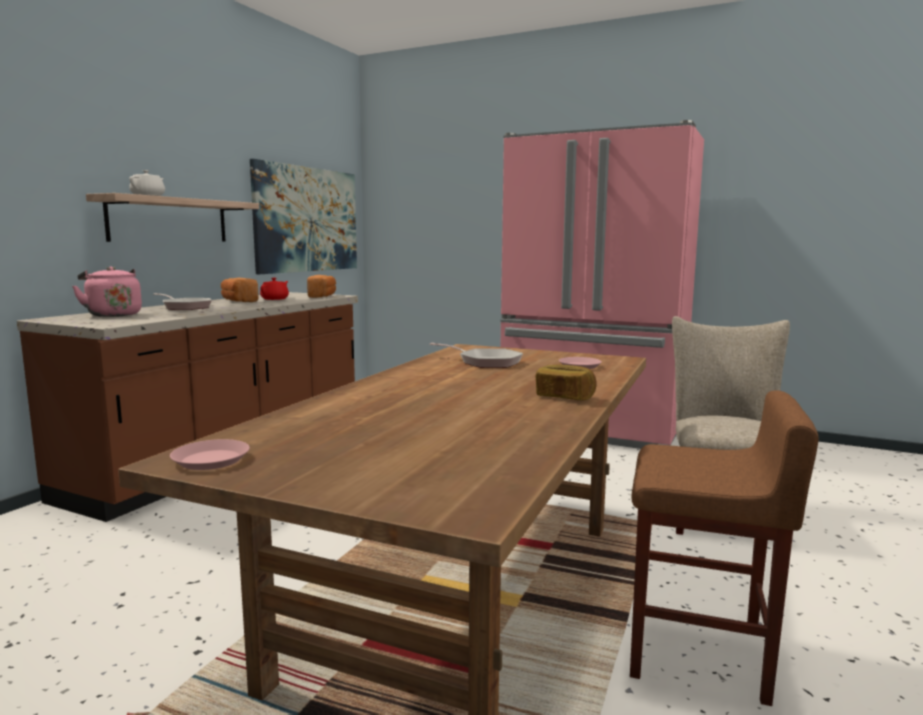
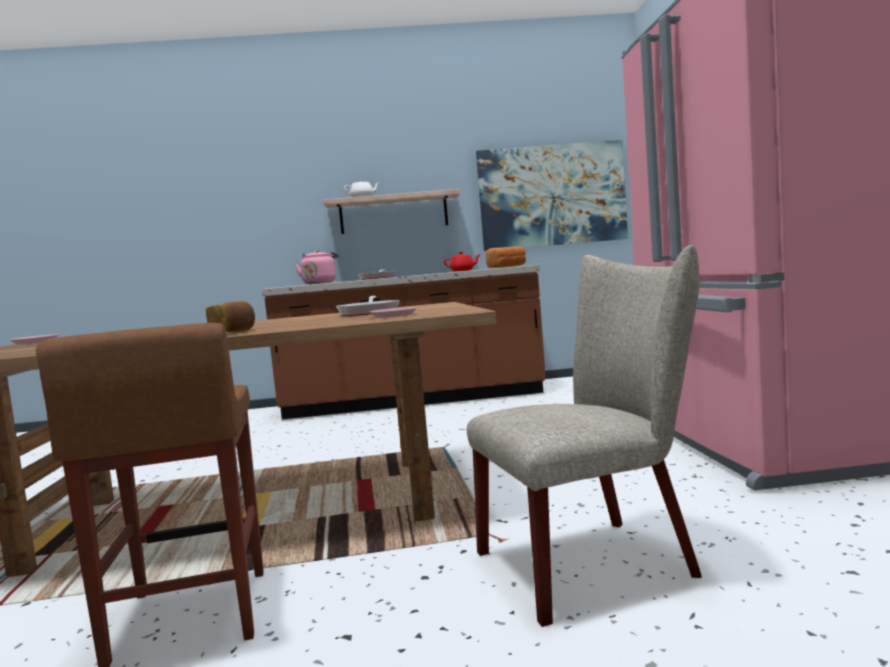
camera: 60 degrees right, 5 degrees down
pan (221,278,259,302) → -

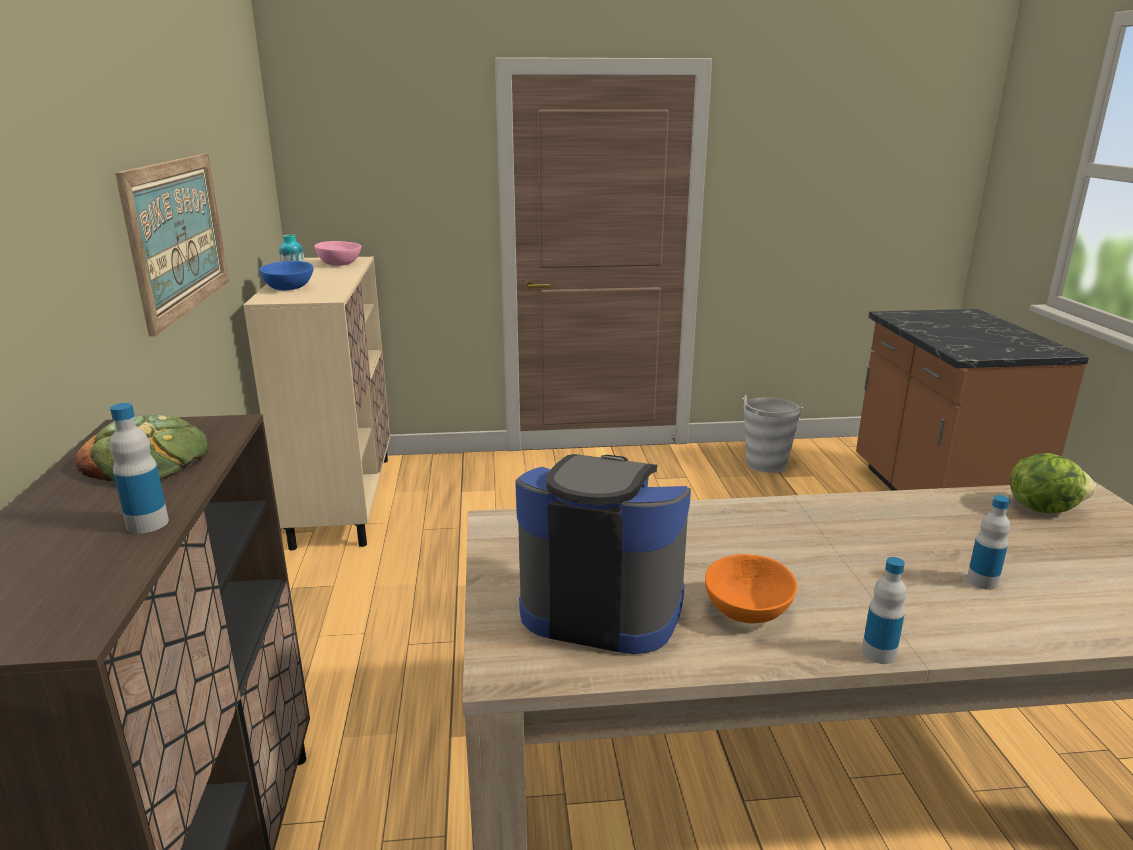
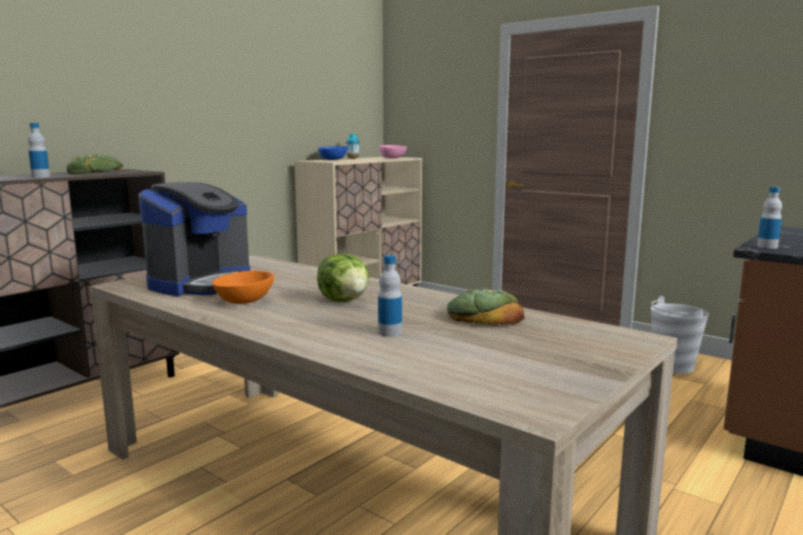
camera: 45 degrees right, 10 degrees down
cuadro (115,154,229,337) → -
lechuga (1010,453,1096,513) → lechuga (317,254,369,302), moved
cafetera (515,454,691,654) → cafetera (138,182,250,297), 60 degrees clockwise
botella (862,557,907,664) → botella (757,187,782,249), moved
- → pan (447,289,525,325)

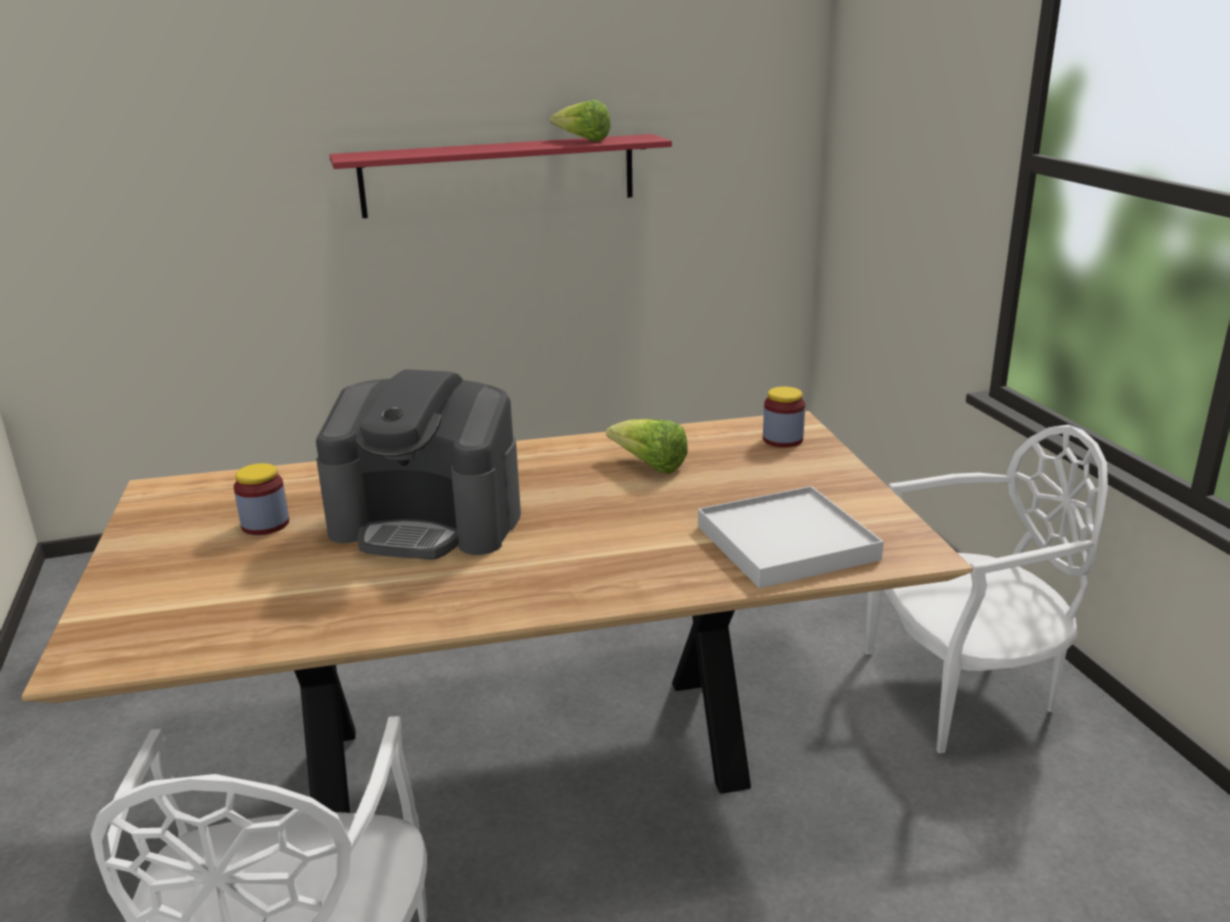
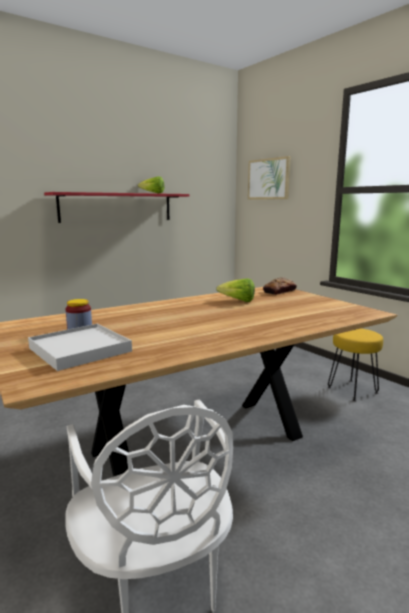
camera: 20 degrees left, 10 degrees down
cafetera (316,369,521,560) → -
tarro (763,387,805,448) → pan (263,277,297,295)
silla/blanco (865,425,1108,753) → taburete/amarillo (328,328,383,401)
bandeja/blanco (698,486,884,589) → bandeja/blanco (28,324,132,371), moved
- → cuadro (248,156,291,200)

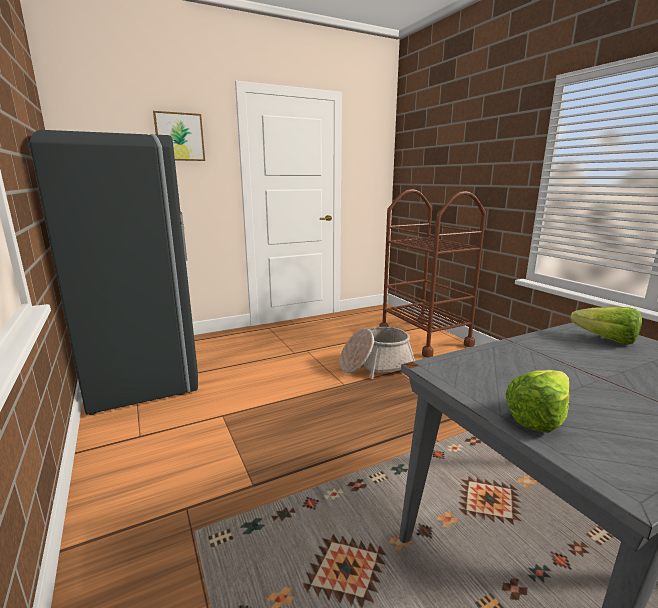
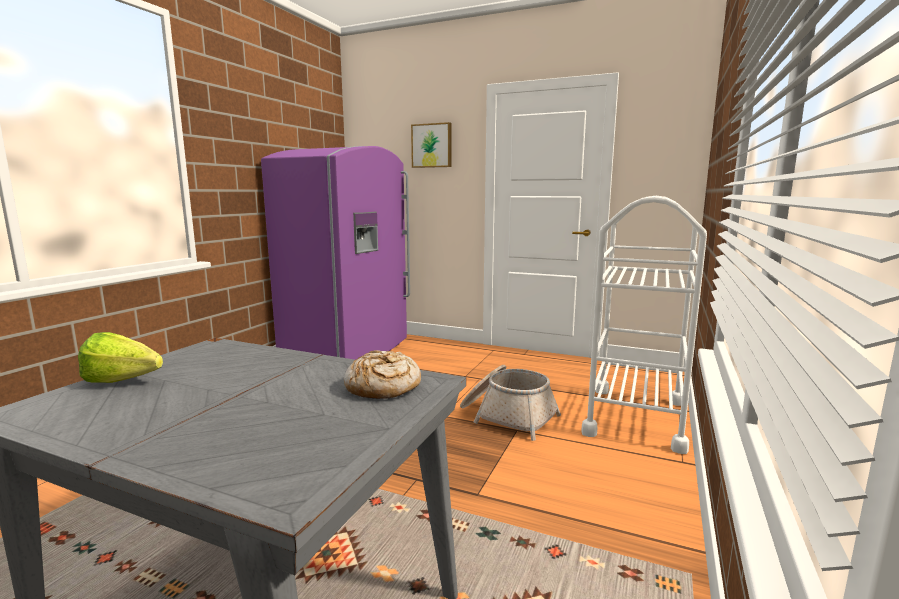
camera: 50 degrees right, 5 degrees down
nevera/gris (29,130,198,415) → nevera/morado (261,146,410,360)
carrito/marrón (379,189,486,358) → carrito/blanco (581,196,707,454)
lechuga (570,307,642,345) → pan (344,350,421,399)

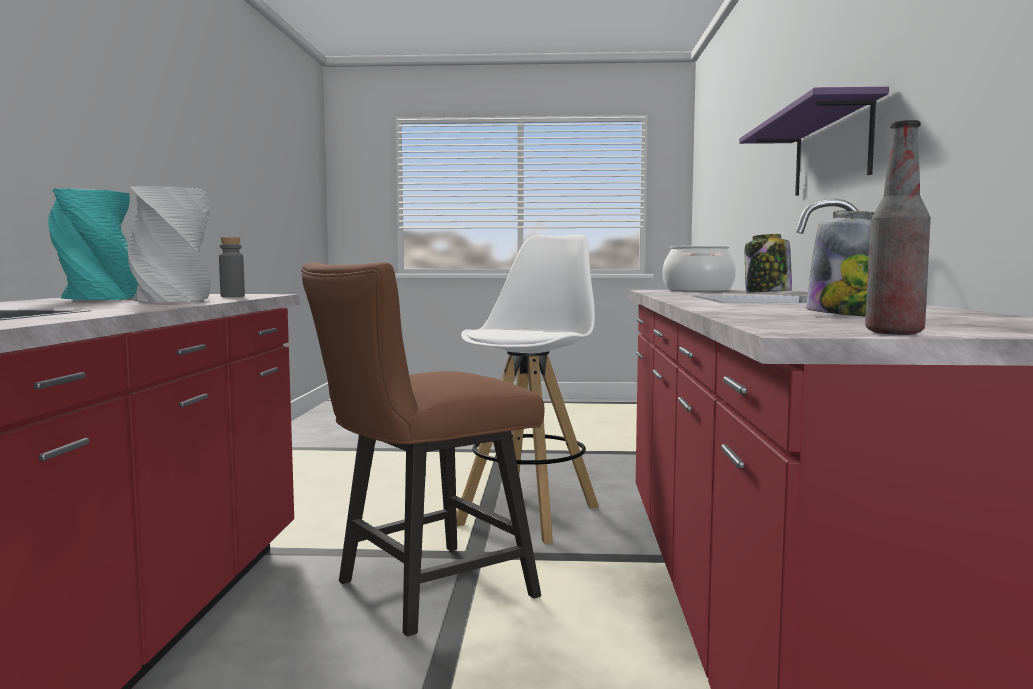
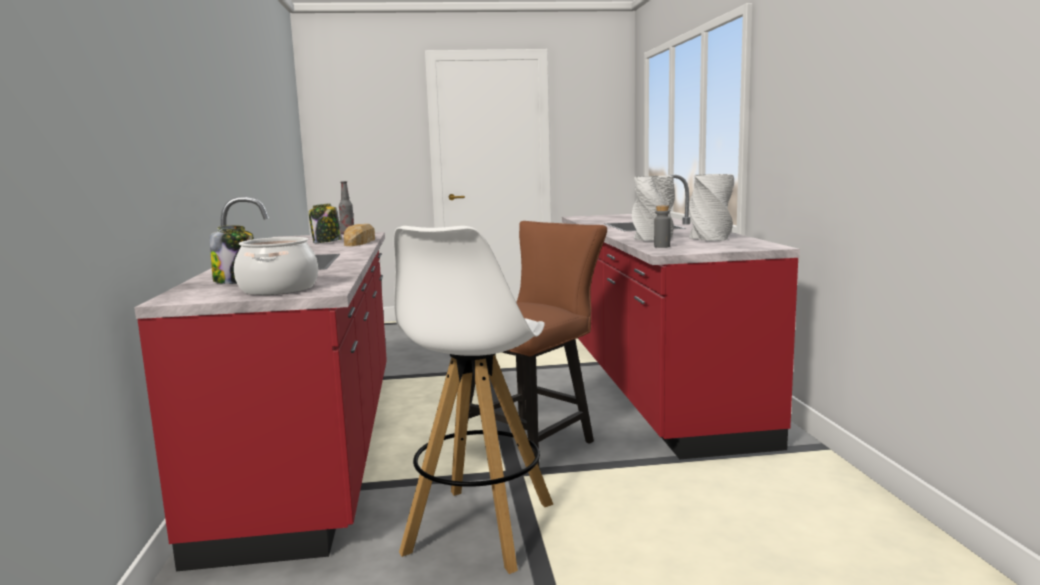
camera: 170 degrees right, 5 degrees up
estante/morado (739,87,889,196) → -
florero/turquesa (48,188,138,300) → florero/gris (689,174,734,241)
- → pan (344,224,375,246)

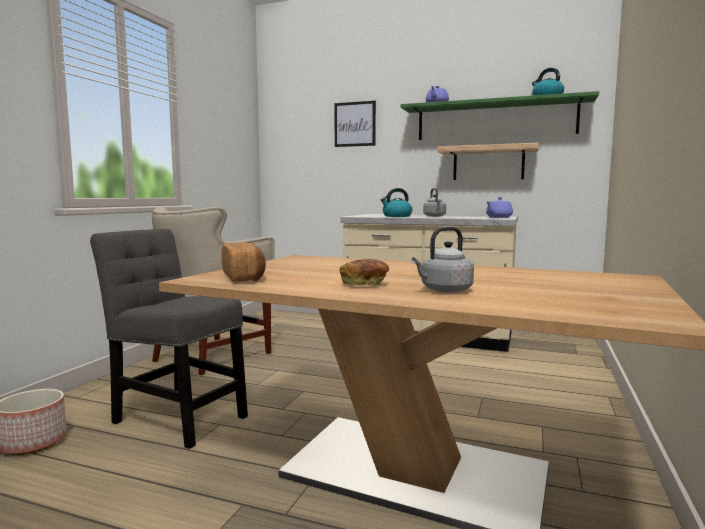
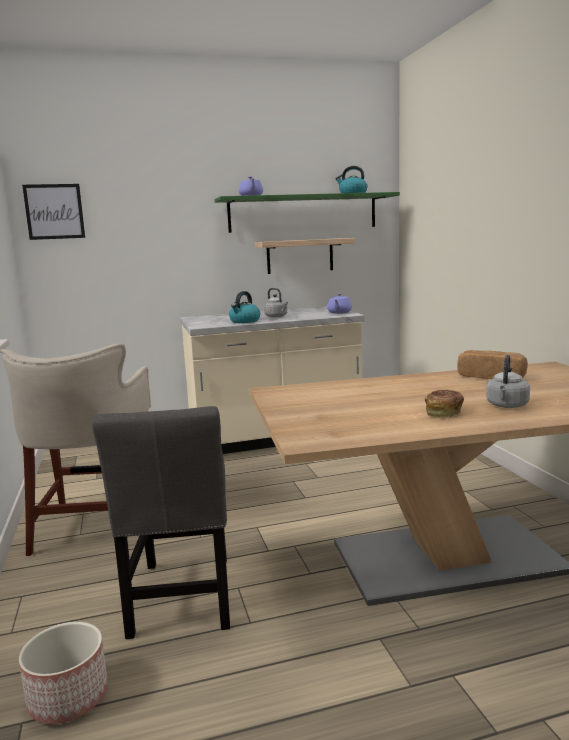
camera: 35 degrees left, 5 degrees up
cuadro (335,101,376,147) → cuadro (22,184,85,240), moved
silla/gris (90,229,248,449) → silla/gris (92,406,230,639), 90 degrees counterclockwise
pan (222,242,266,282) → pan (457,350,528,379), moved

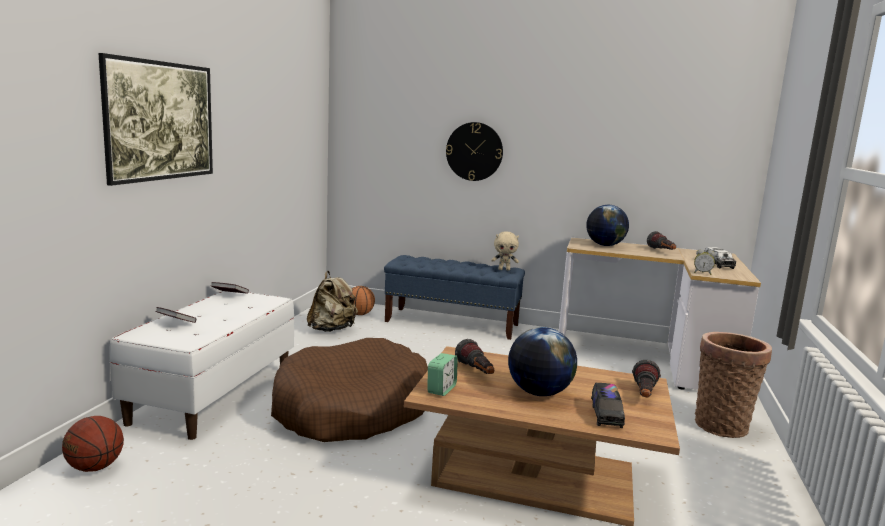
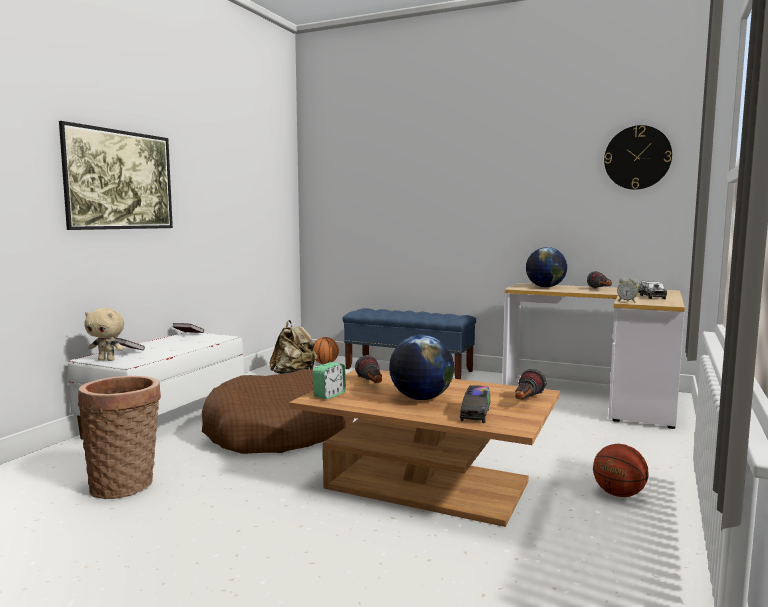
camera: 10 degrees right, 5 degrees down
reloj de pared (446,122,503,181) → reloj de pared (604,125,672,190), moved
peluche/beis (491,232,519,271) → peluche/beis (84,308,124,361), moved
cesta (695,332,772,438) → cesta (78,376,161,499), moved
balón de baloncesto (62,416,124,472) → balón de baloncesto (593,444,648,497), moved

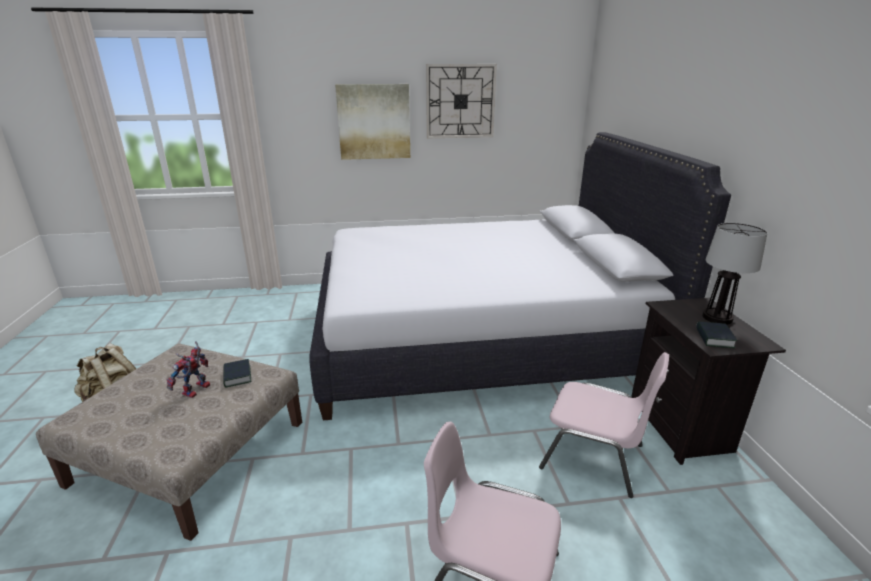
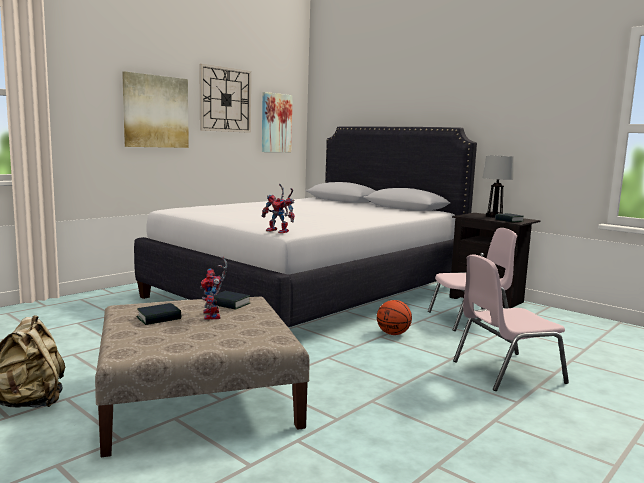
camera: 40 degrees left, 15 degrees down
- → cuadro (262,92,293,152)
- → robot de juguete (261,184,295,234)
- → balón de baloncesto (377,300,412,335)
- → libro (137,303,181,325)

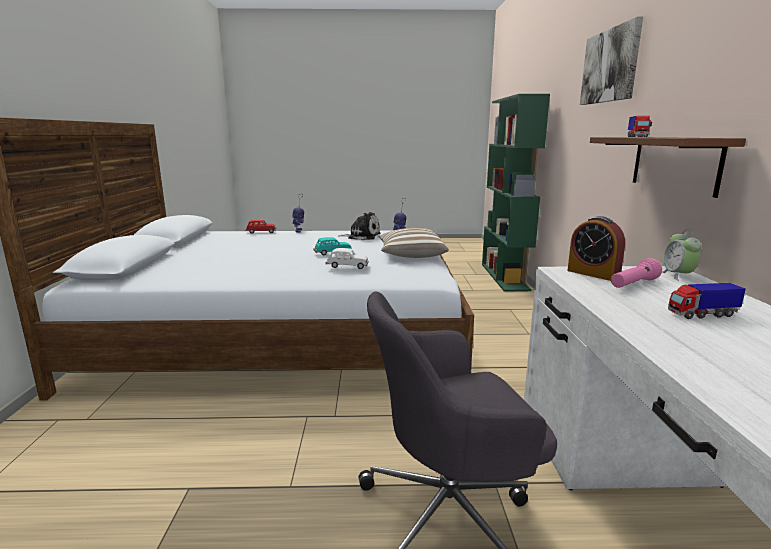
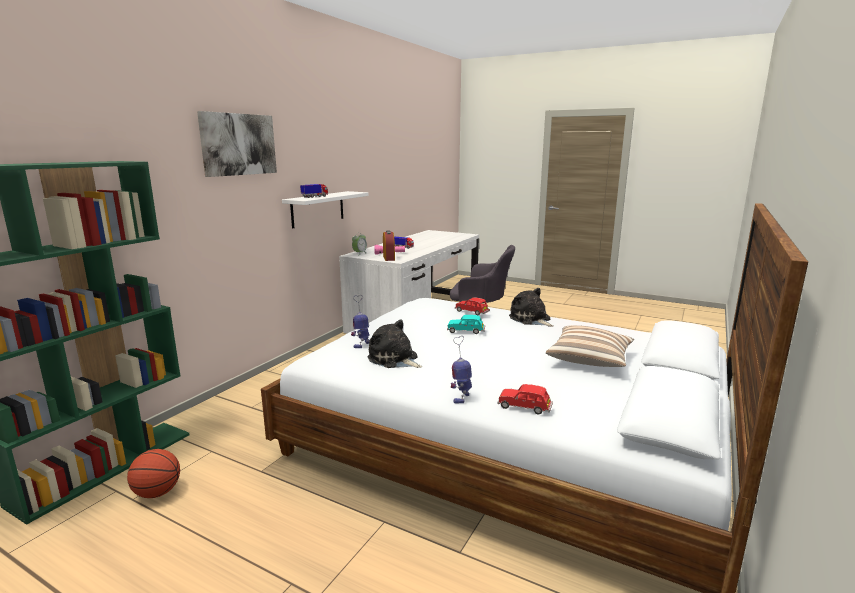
camera: 150 degrees left, 0 degrees up
estante/marrón (590,137,746,198) → estante/blanco (282,191,369,229)
cojín (378,228,449,258) → cojín (546,325,634,367), moved
coche de juguete/blanco (325,248,369,269) → coche de juguete/rojo (455,297,490,315)
- → peluche (509,288,554,327)
- → balón de baloncesto (127,449,180,498)

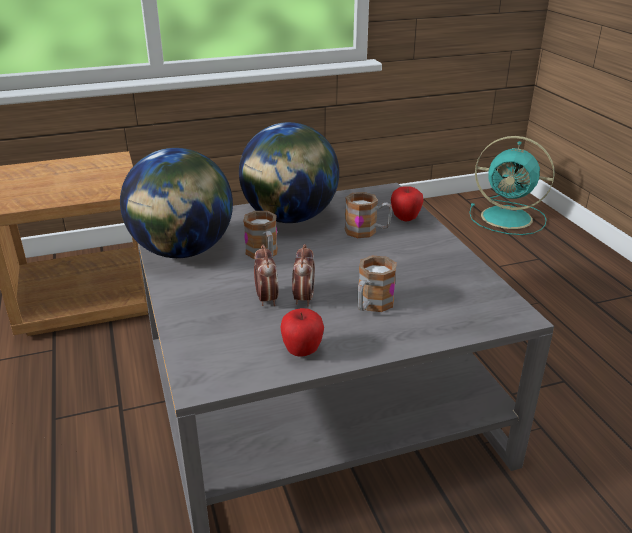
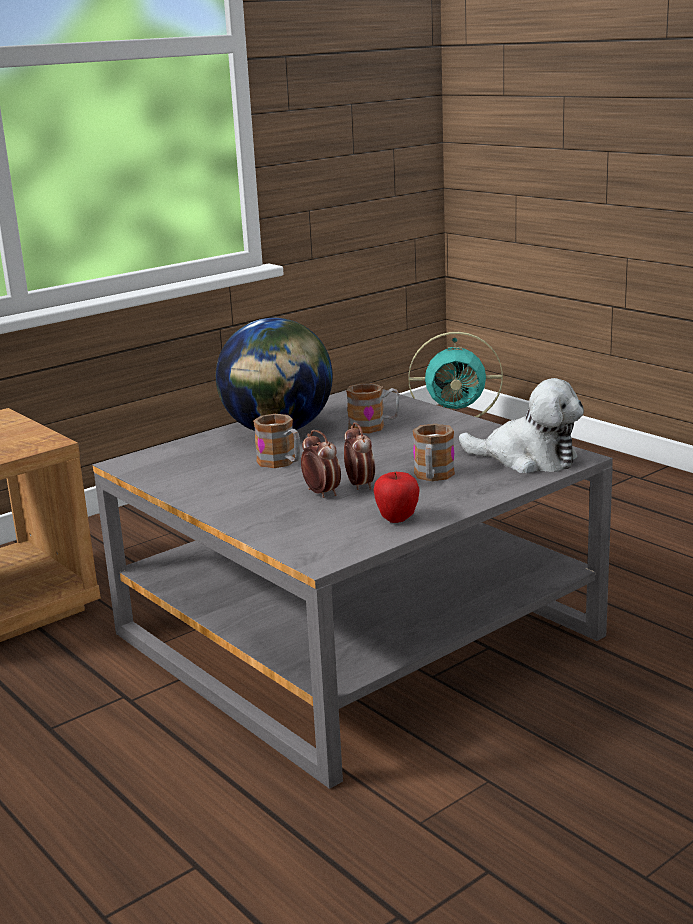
camera: 20 degrees left, 10 degrees down
globo terráqueo (120,148,233,258) → -
manzana (391,186,424,221) → -
- → peluche (459,378,584,473)

